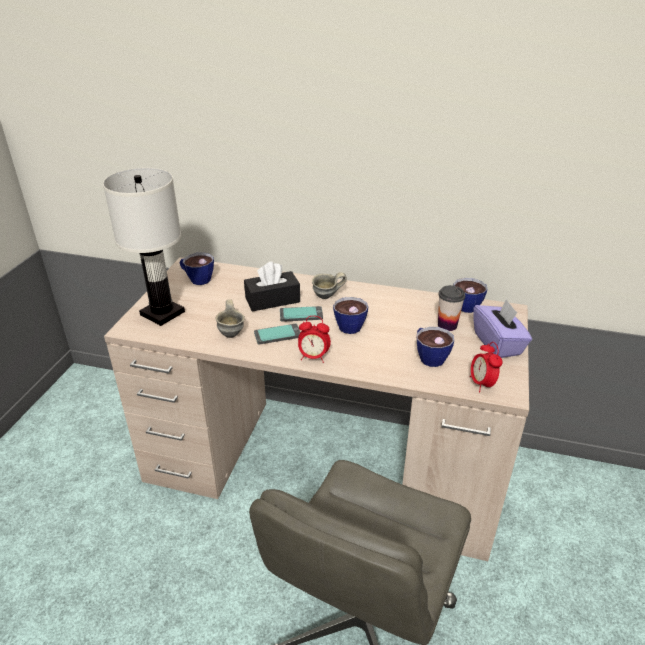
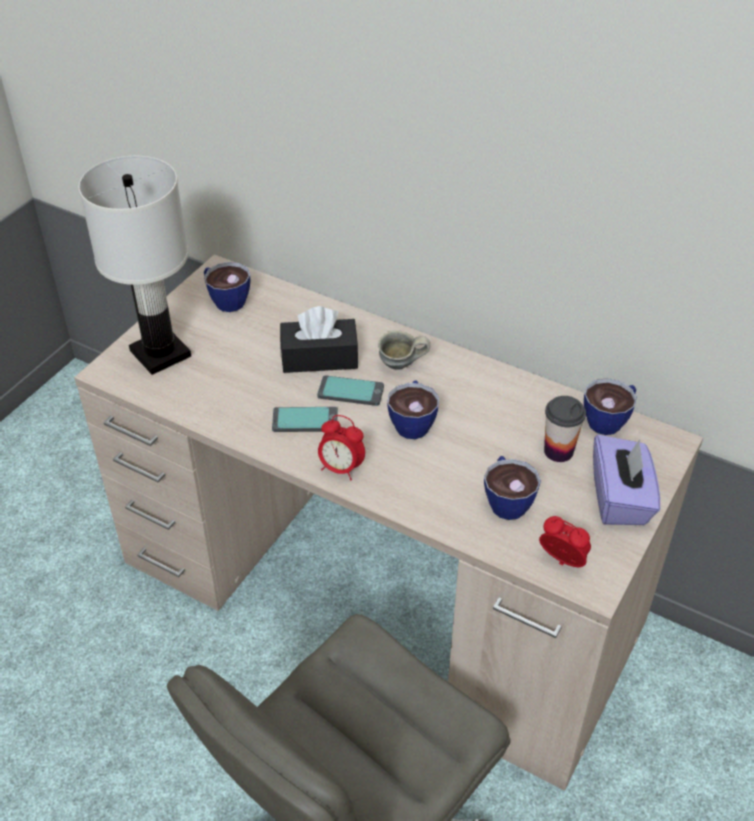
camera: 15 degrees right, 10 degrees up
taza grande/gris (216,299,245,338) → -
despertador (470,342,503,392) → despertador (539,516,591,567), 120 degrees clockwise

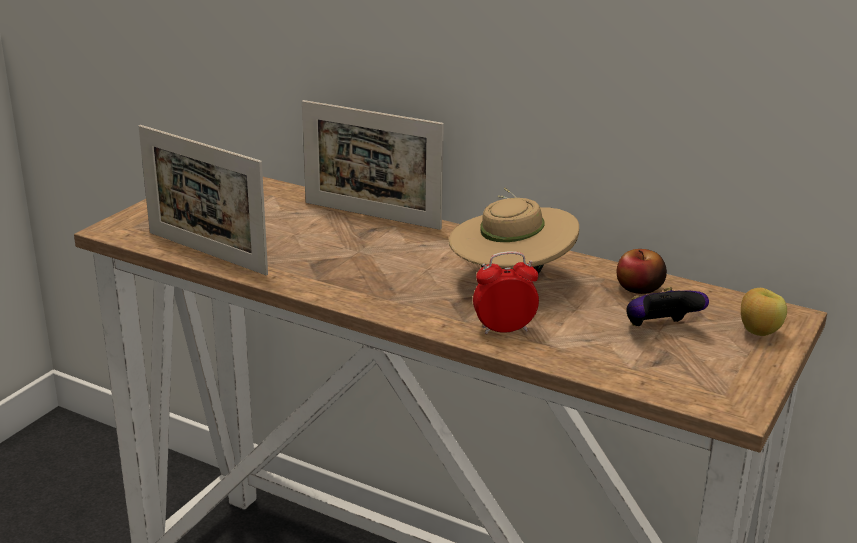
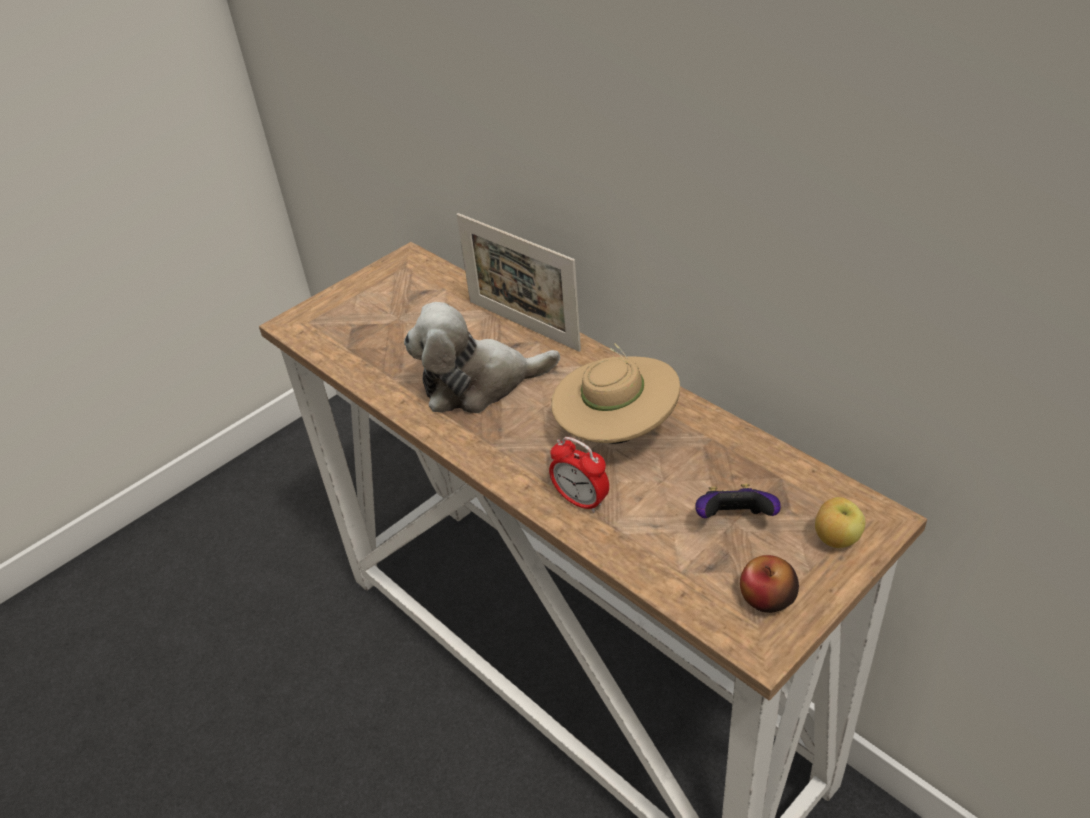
camera: 20 degrees right, 15 degrees up
portarretratos (138,125,268,276) → -
manzana (616,249,667,294) → manzana (740,555,799,613), moved
despertador (473,251,539,334) → despertador (549,437,609,513), 150 degrees counterclockwise
- → peluche (404,302,560,413)

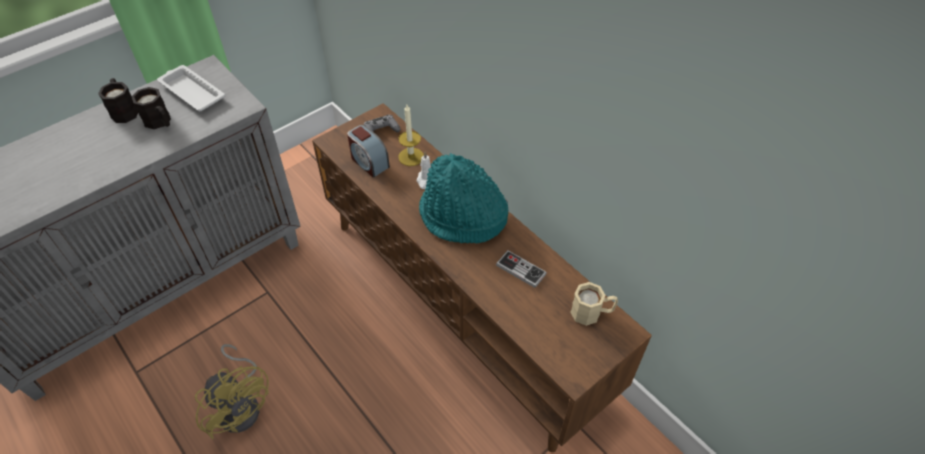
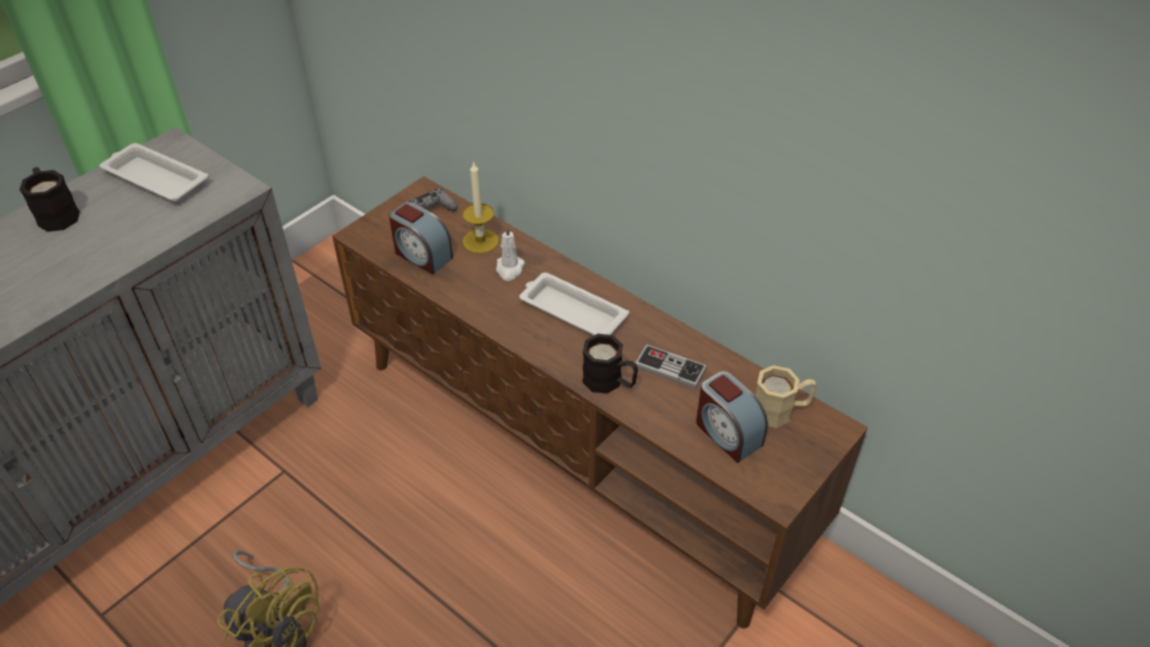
camera: 10 degrees left, 5 degrees down
taza grande/negro (132,87,171,129) → taza grande/negro (582,334,638,394), moved
sombrero/turquesa (419,153,508,243) → bandeja/blanco (519,272,629,335)
- → despertador (696,371,768,463)

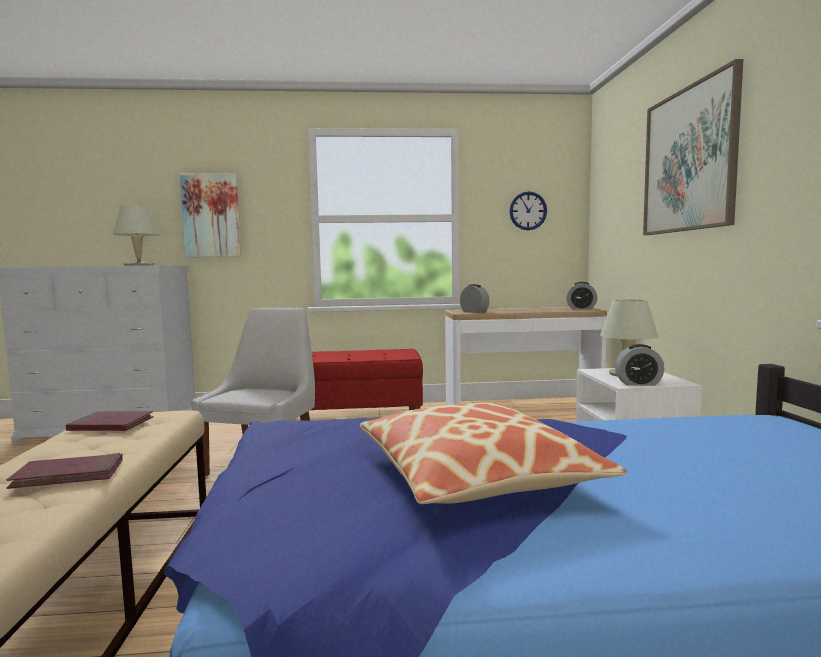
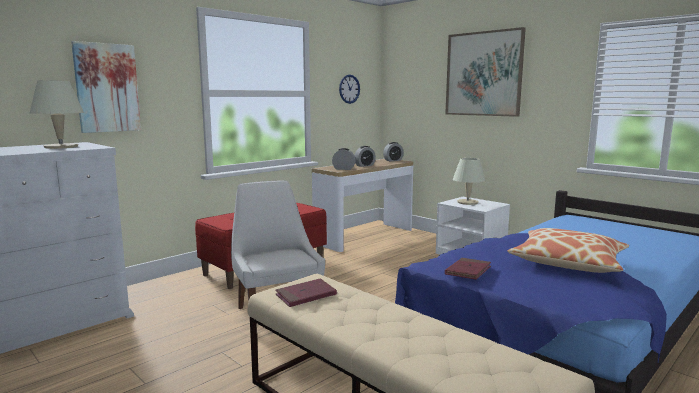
camera: 40 degrees left, 5 degrees up
despertador (615,344,664,386) → despertador (354,146,376,167), moved
libro/rojo (6,453,123,489) → libro/rojo (445,258,491,280), moved

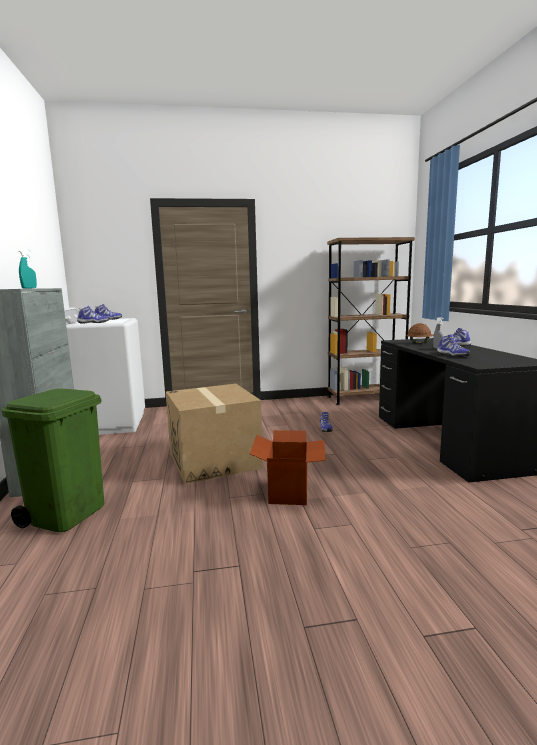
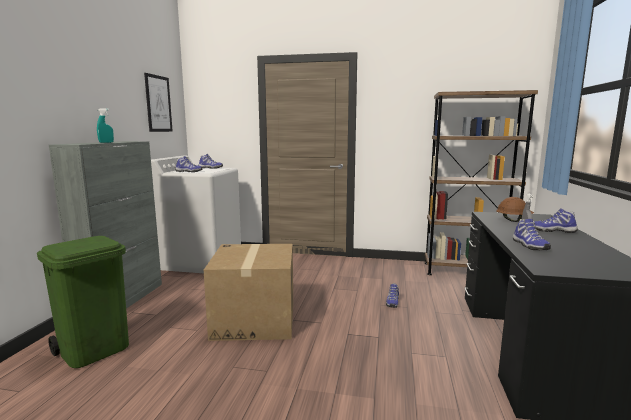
camera: 20 degrees right, 0 degrees up
caja de cartón (250,430,326,505) → -
- → cuadro (144,73,173,132)

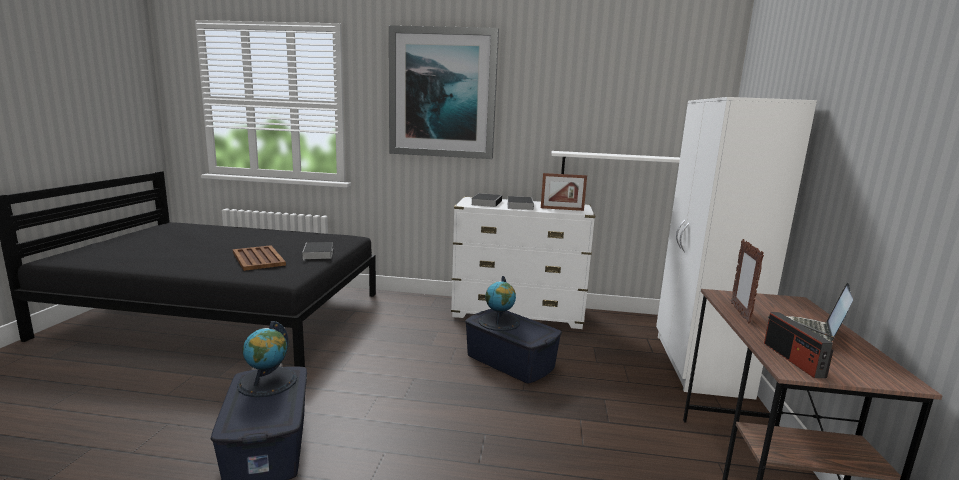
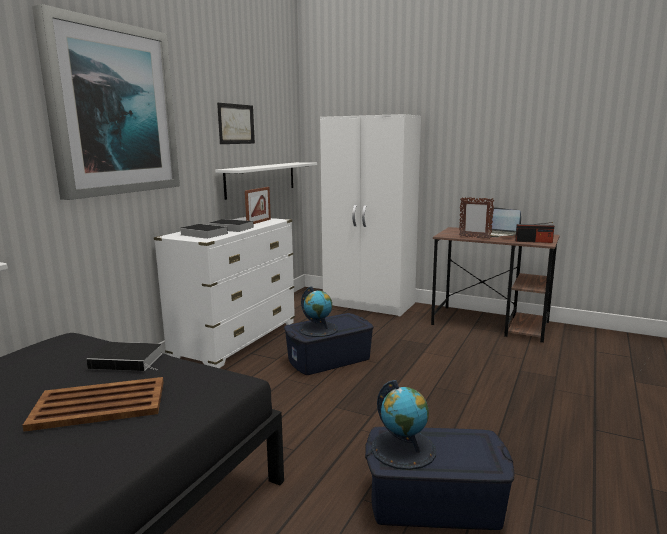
camera: 70 degrees left, 0 degrees up
- → cuadro (217,103,255,144)

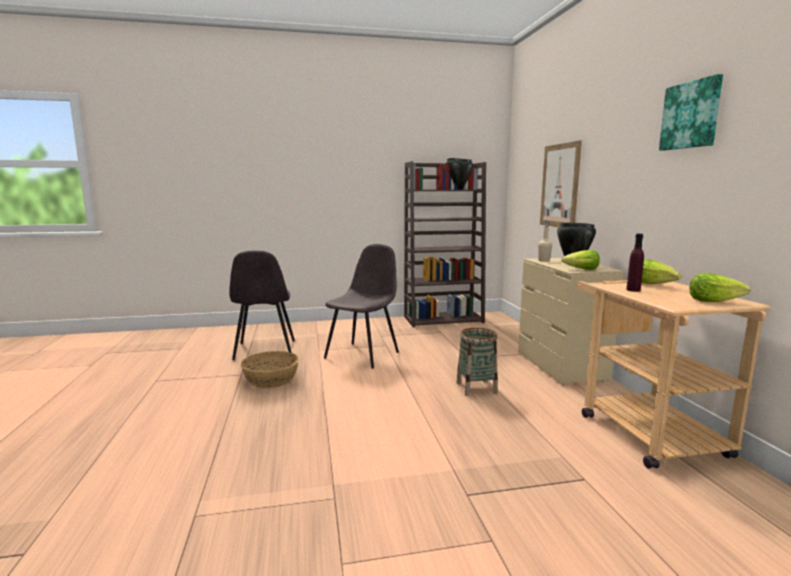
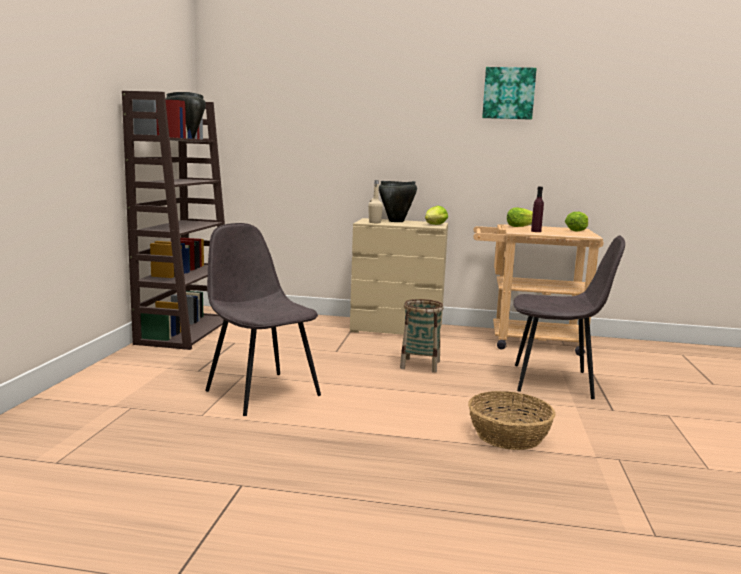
camera: 70 degrees left, 0 degrees up
cuadro (540,140,582,227) → -
silla/gris (229,251,295,360) → silla/gris (513,235,625,399), moved
cesta (241,351,299,389) → cesta (468,391,555,450), moved

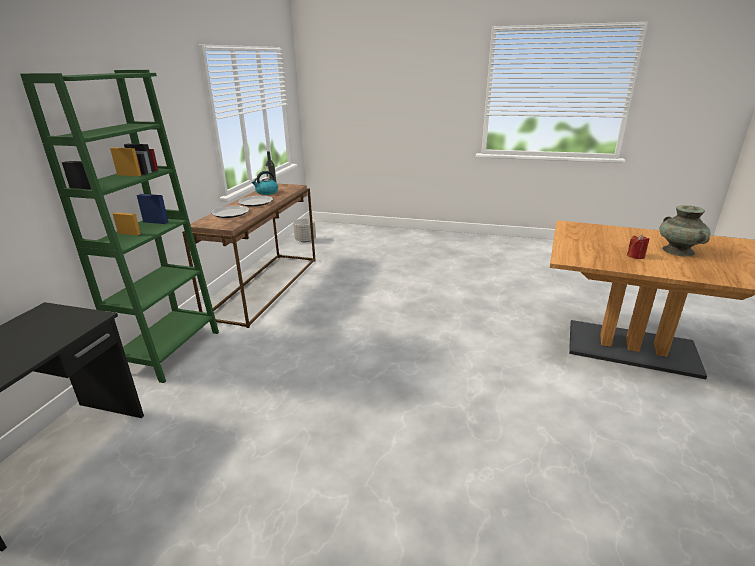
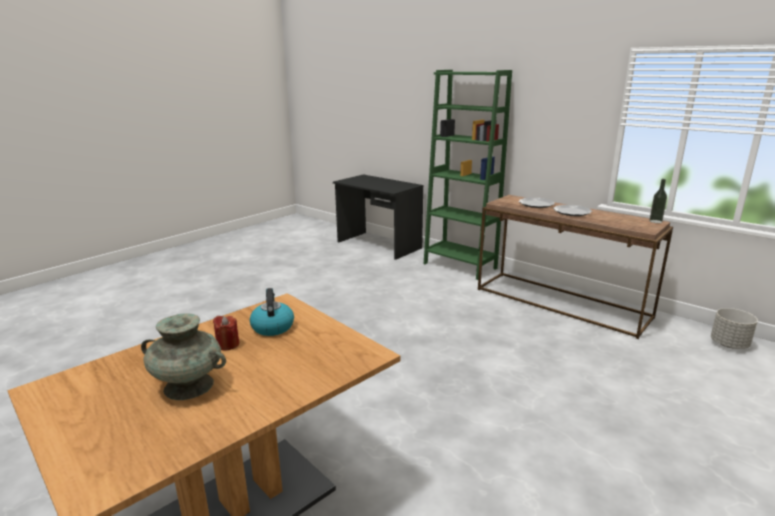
camera: 115 degrees right, 5 degrees down
hervidor (252,171,278,195) → hervidor (250,288,294,336), moved

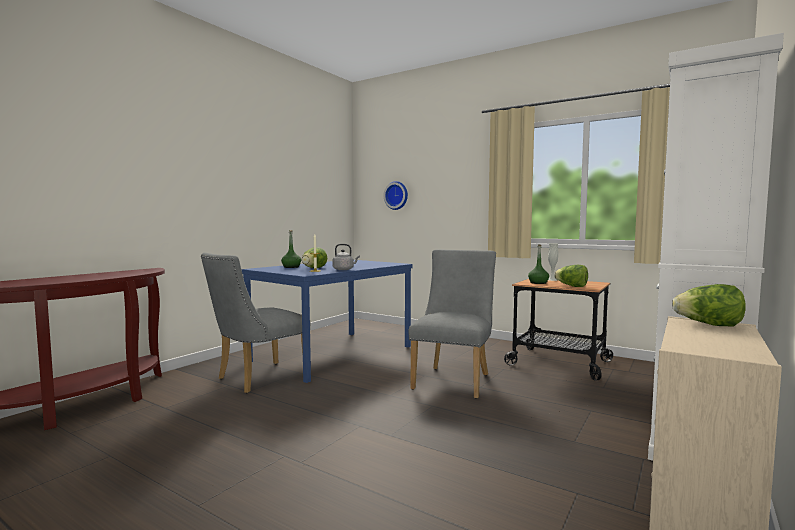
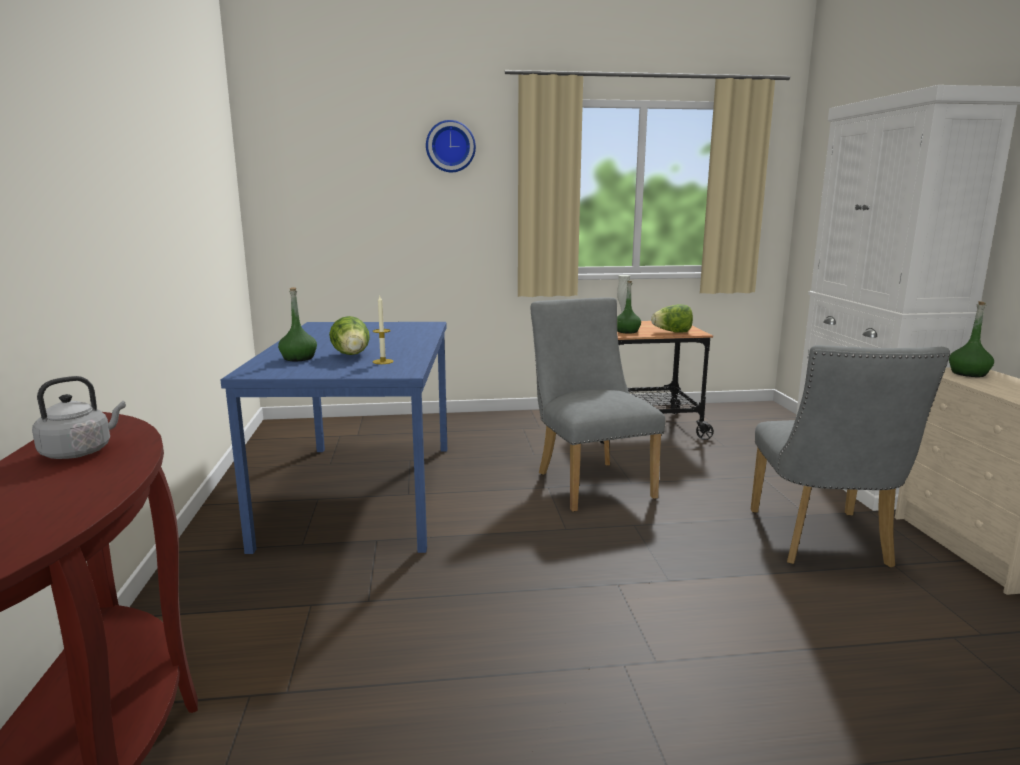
camera: 40 degrees left, 10 degrees up
reloj de pared (383,181,408,210) → reloj de pared (426,120,476,172), moved
hervidor/gris (332,244,360,270) → hervidor/gris (32,376,126,459), moved
silla/gris (201,252,303,393) → silla/gris (751,345,950,568), moved
lechuga (672,284,745,326) → botella/verde (949,301,994,377)

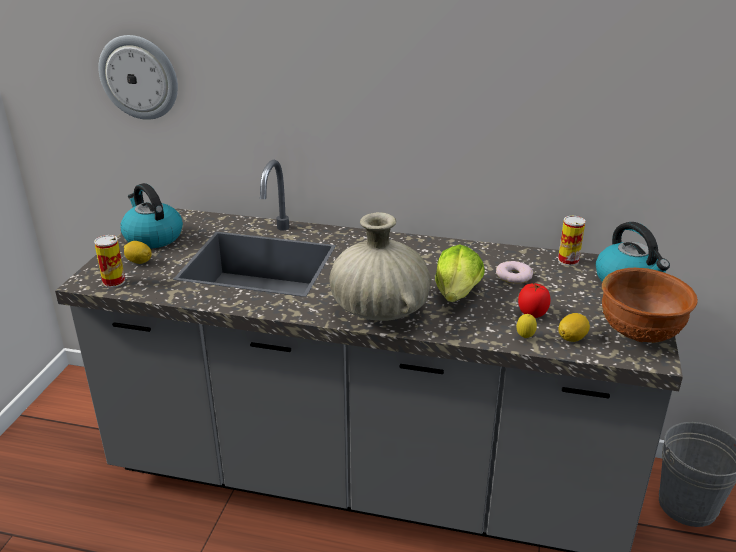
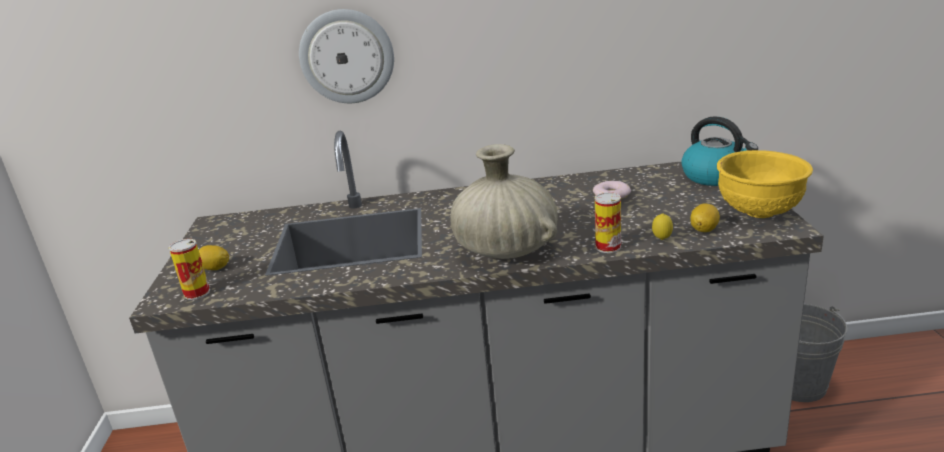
camera: 15 degrees left, 5 degrees down
reloj de pared (98,35,178,120) → reloj de pared (299,9,394,103), moved
hervidor (120,183,183,249) → -
lata (558,216,586,266) → lata (595,192,621,253), moved
lechuga (435,244,485,302) → -
cuenco/marrón (602,268,698,343) → cuenco/amarillo (717,150,813,218)
tomate (518,283,550,318) → -

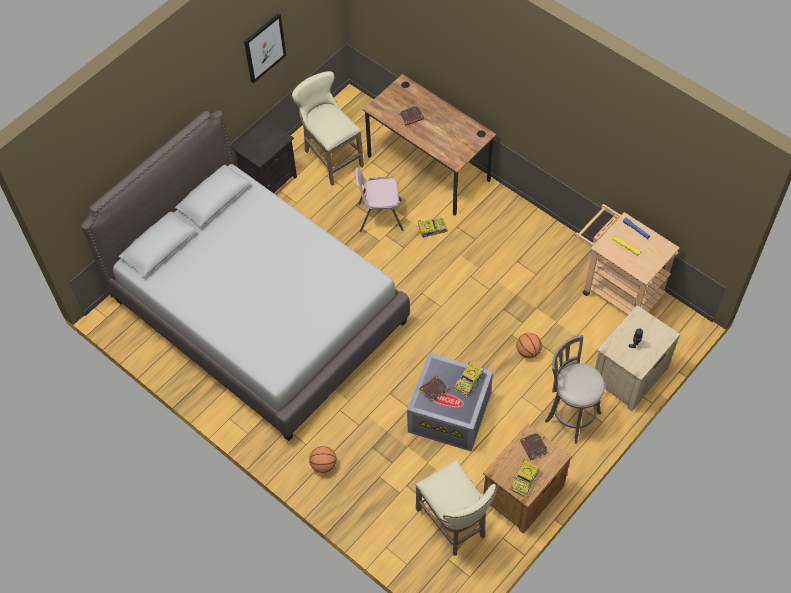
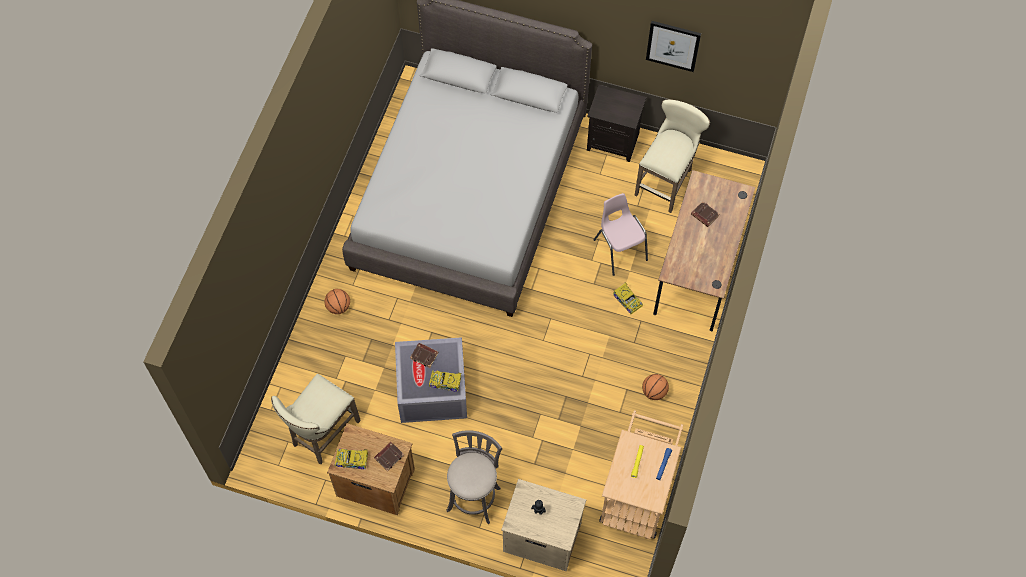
camera: 65 degrees right, 5 degrees up
balón de baloncesto (516,333,542,358) → balón de baloncesto (642,374,669,400), moved

